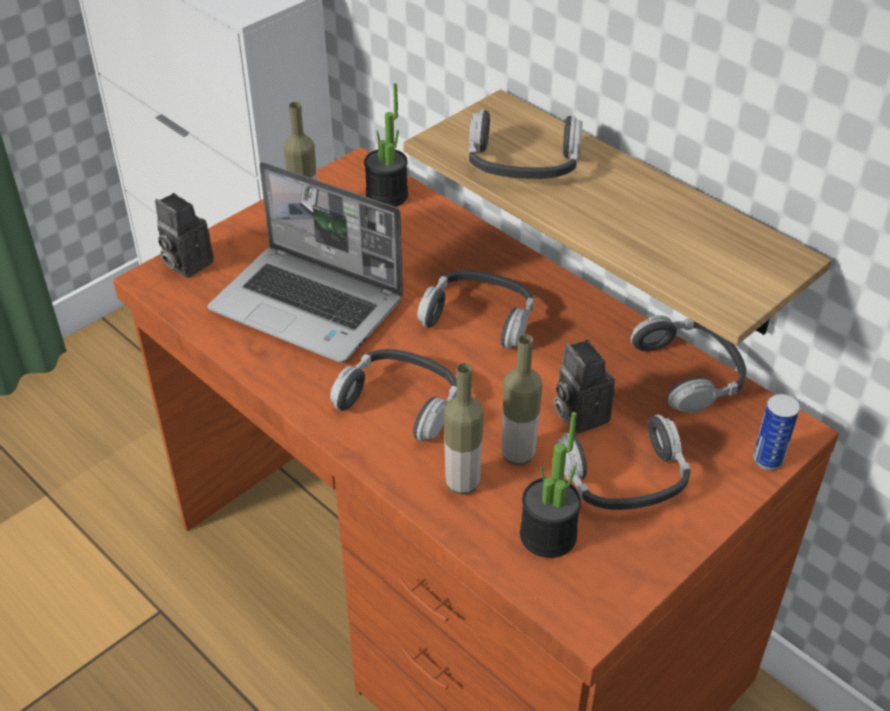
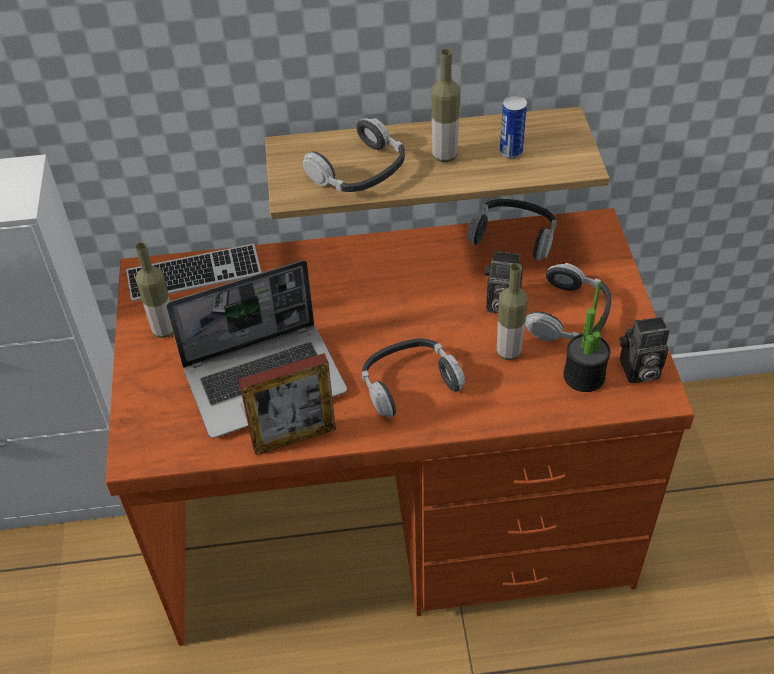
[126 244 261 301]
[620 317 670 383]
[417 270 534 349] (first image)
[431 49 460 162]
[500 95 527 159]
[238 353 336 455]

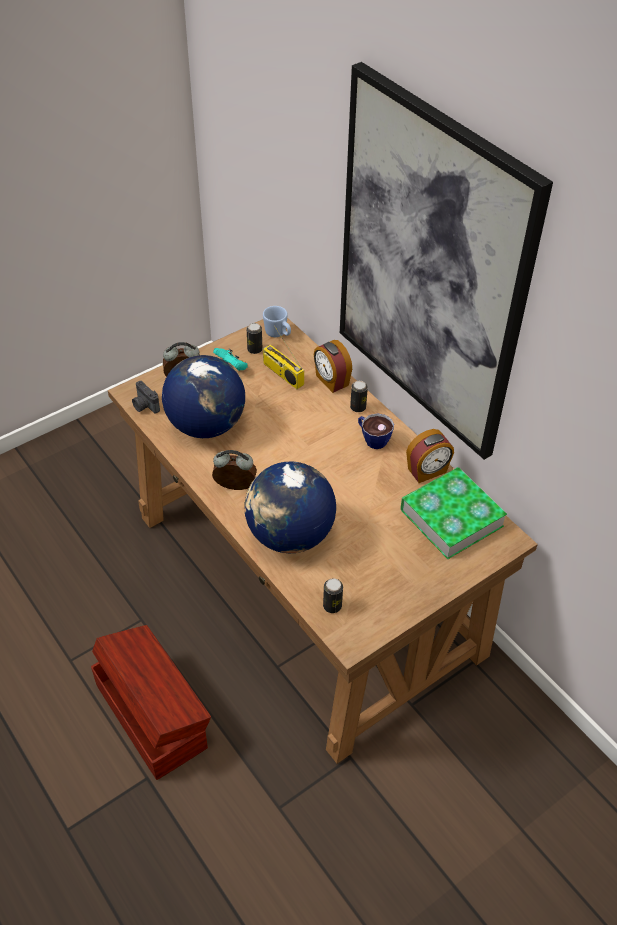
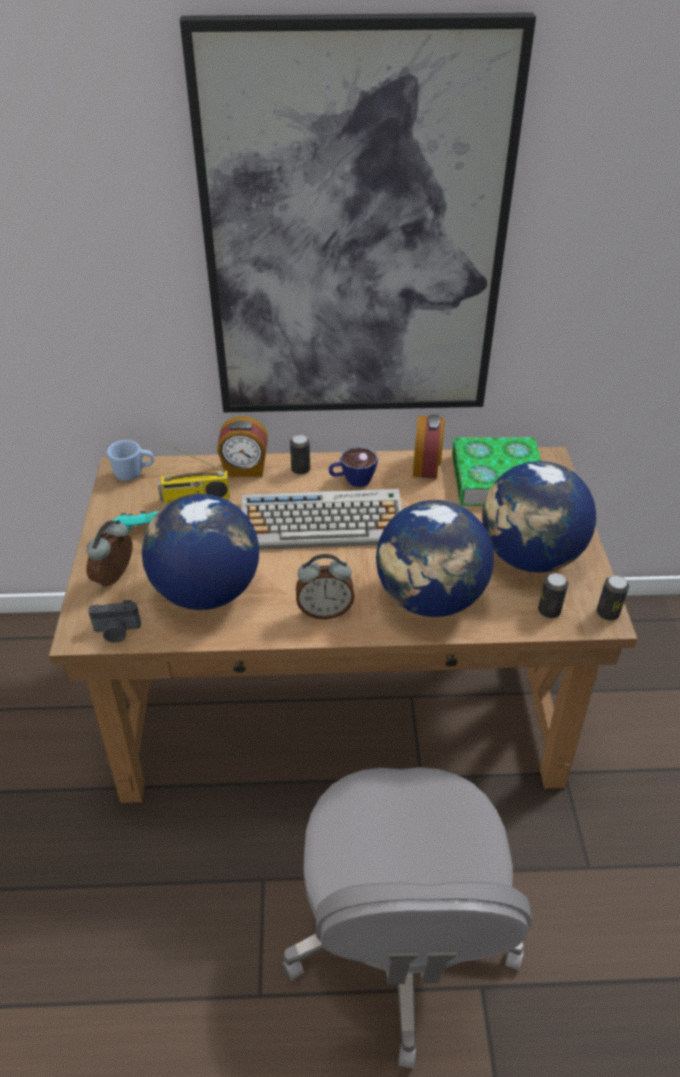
[597 575 629 620]
[296 554 355 620]
[283 767 532 1069]
[482 461 596 573]
[241 489 402 550]

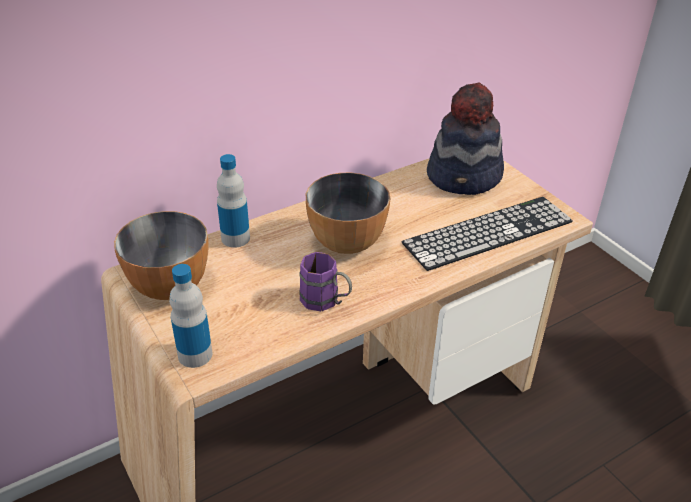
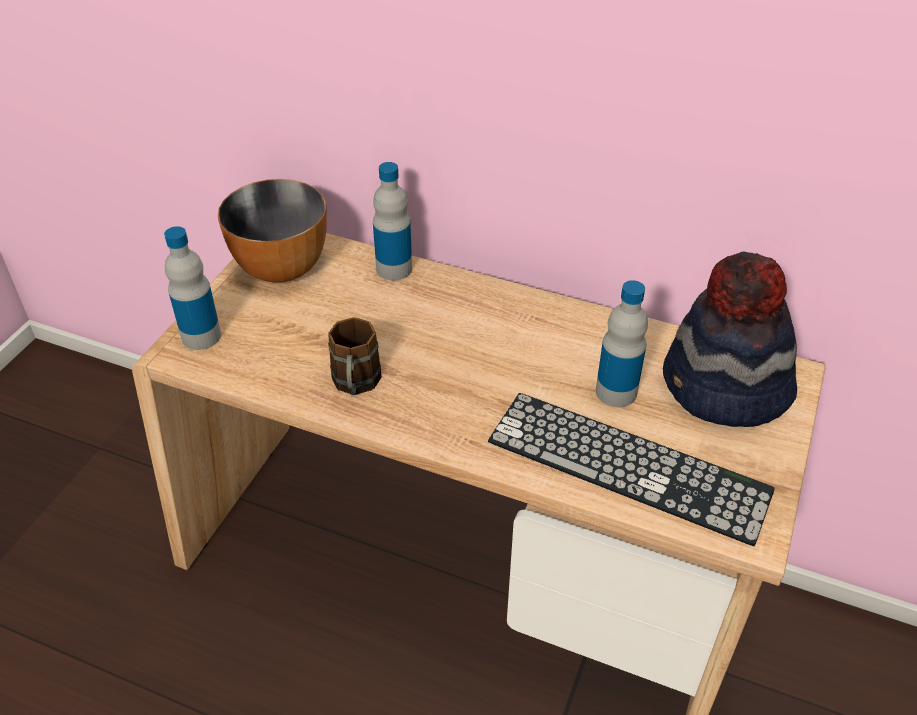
[306 173 390 254] (first image)
[328 317 382 395]
[596 280 648 407]

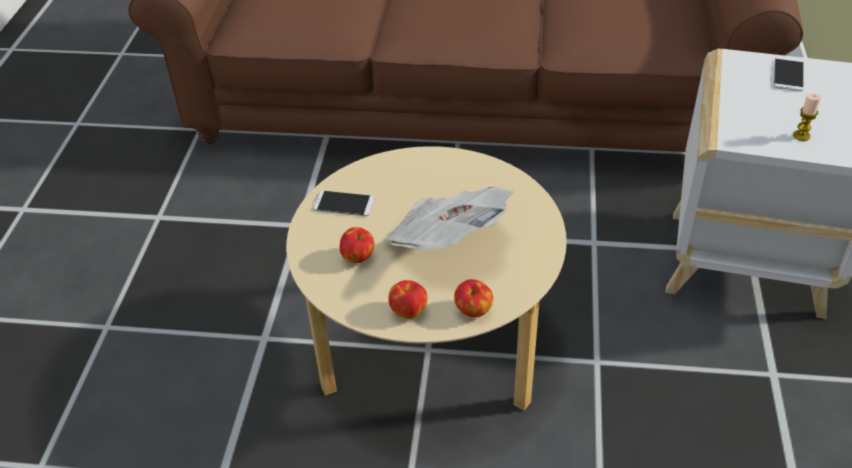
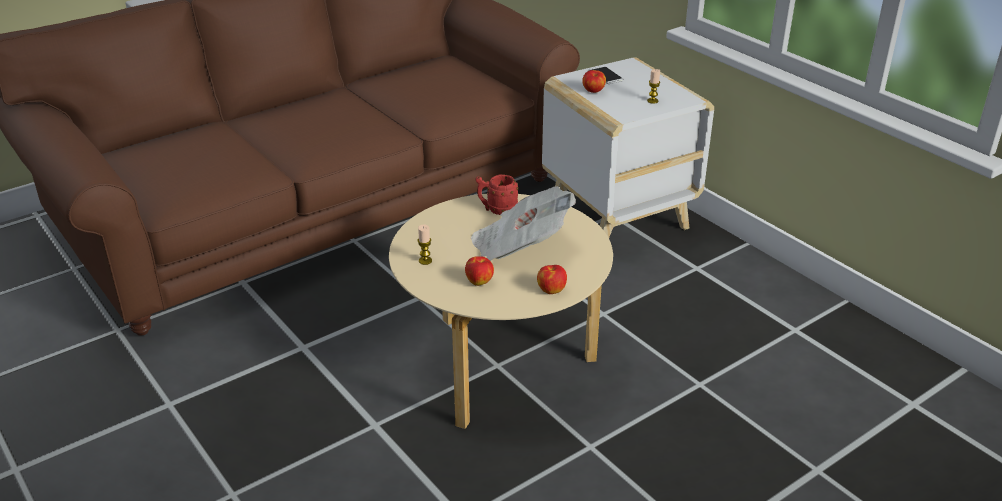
[418 224 432 265]
[582 70 606 93]
[475 174 518 215]

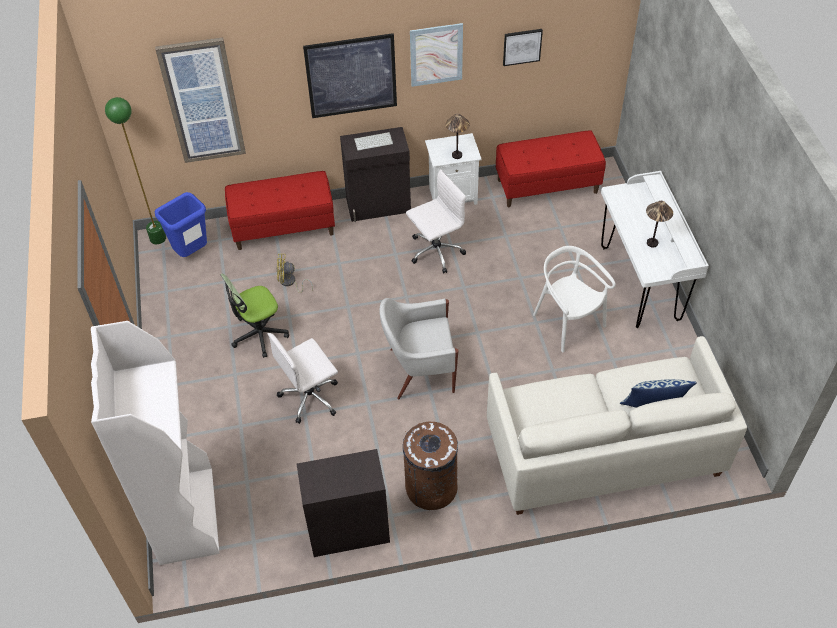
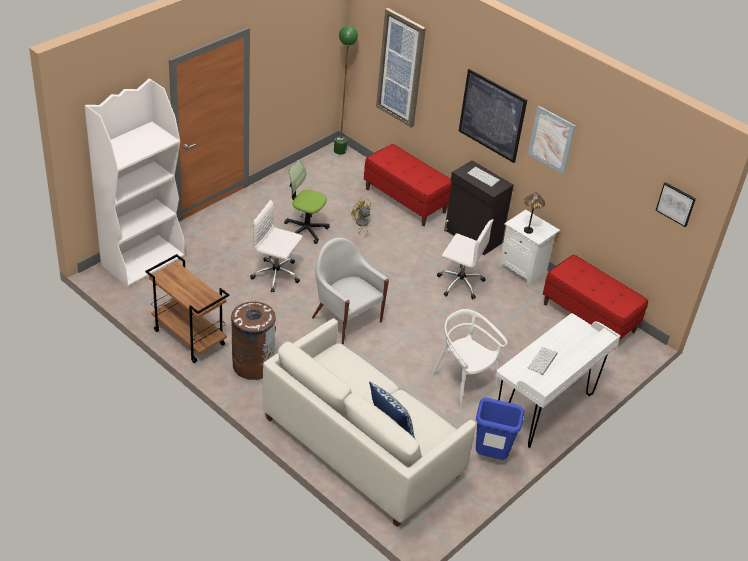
[656 182 696 227]
[476 398 524 460]
[527 347 557 375]
[432 309 508 407]
[145 254 229 363]

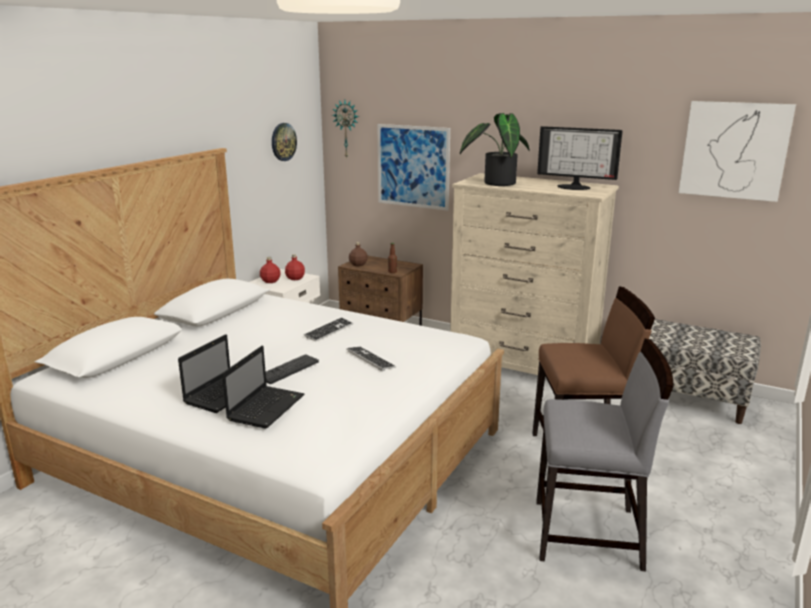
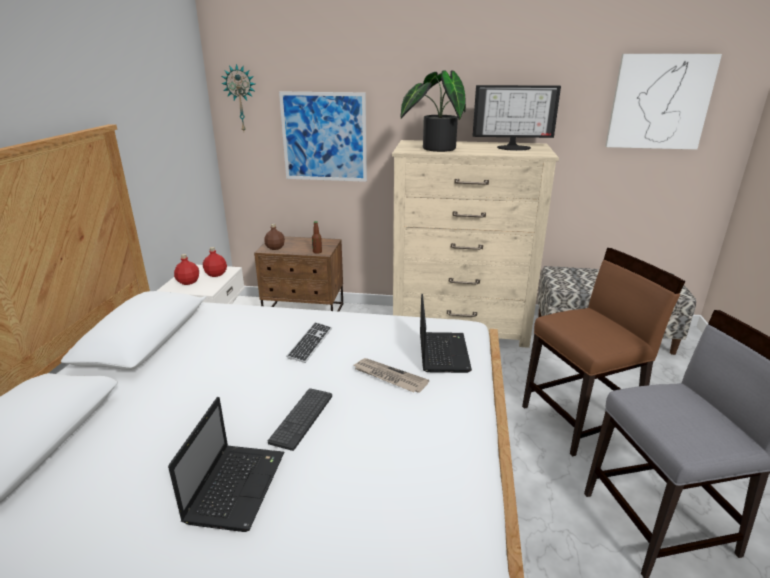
[272 123 297 161] (first image)
[420 294 472 373]
[353 358 429 393]

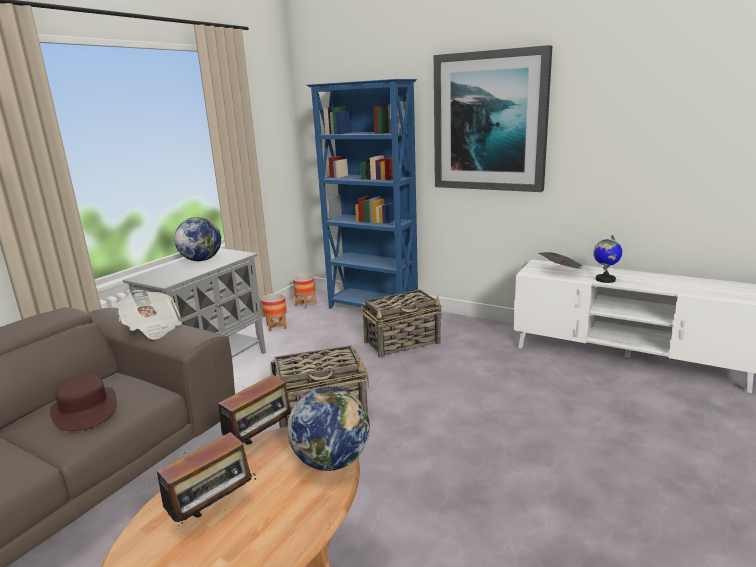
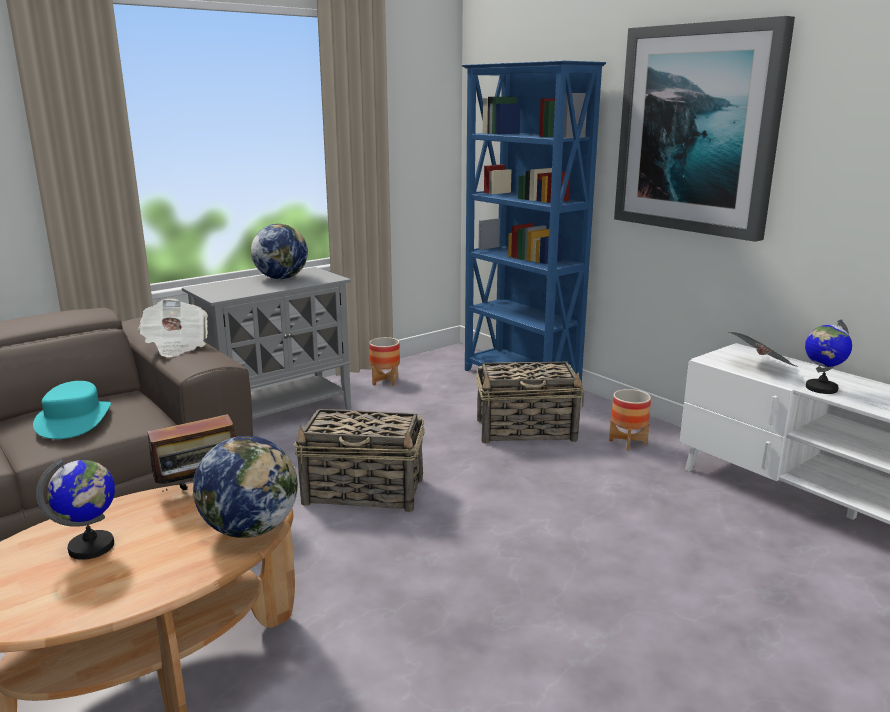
[609 389 651 451]
[33 381 111 439]
[36 459 115 560]

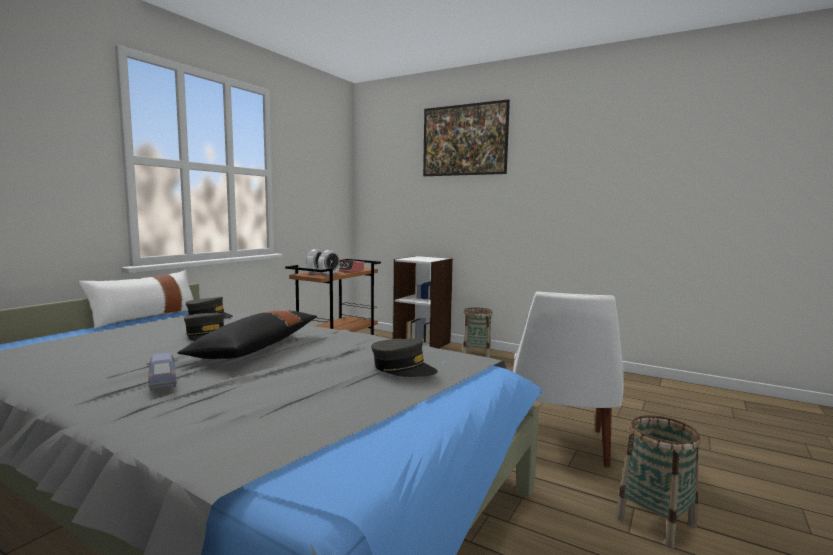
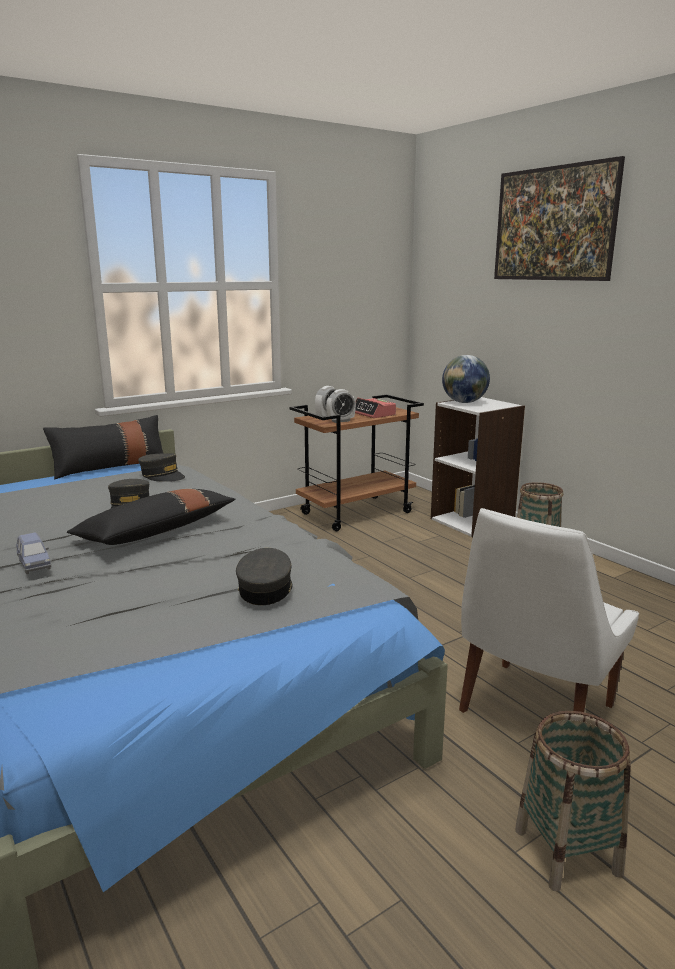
[43 415 164 479]
[236 548 293 605]
[16 533 51 574]
[442 355 490 403]

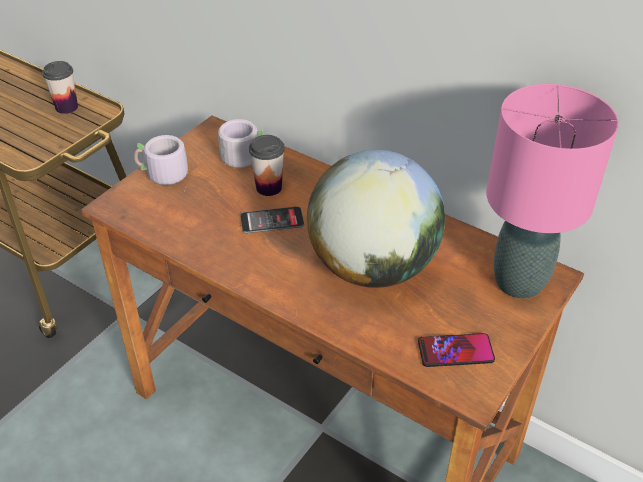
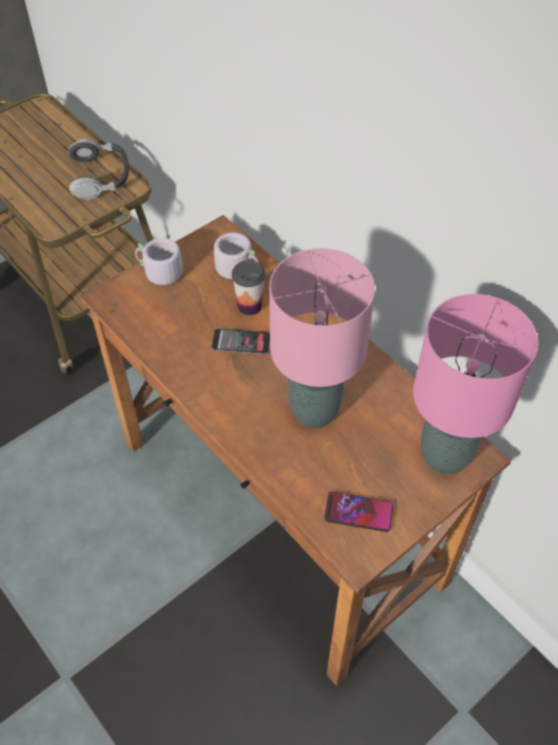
[69 139 129 200]
[269 248 375 428]

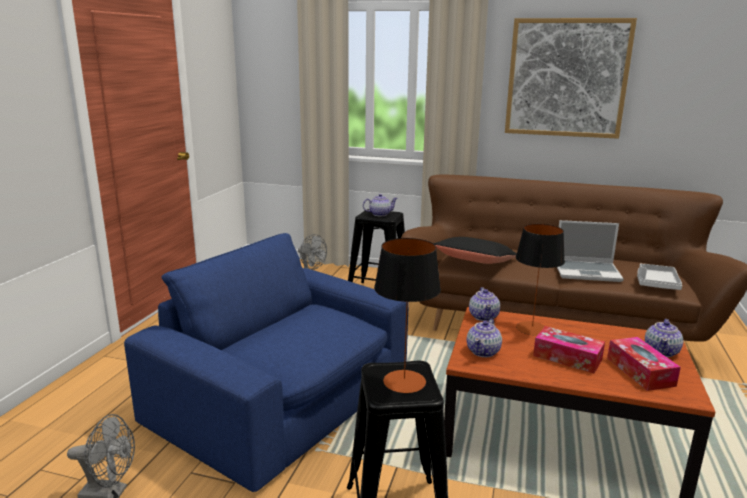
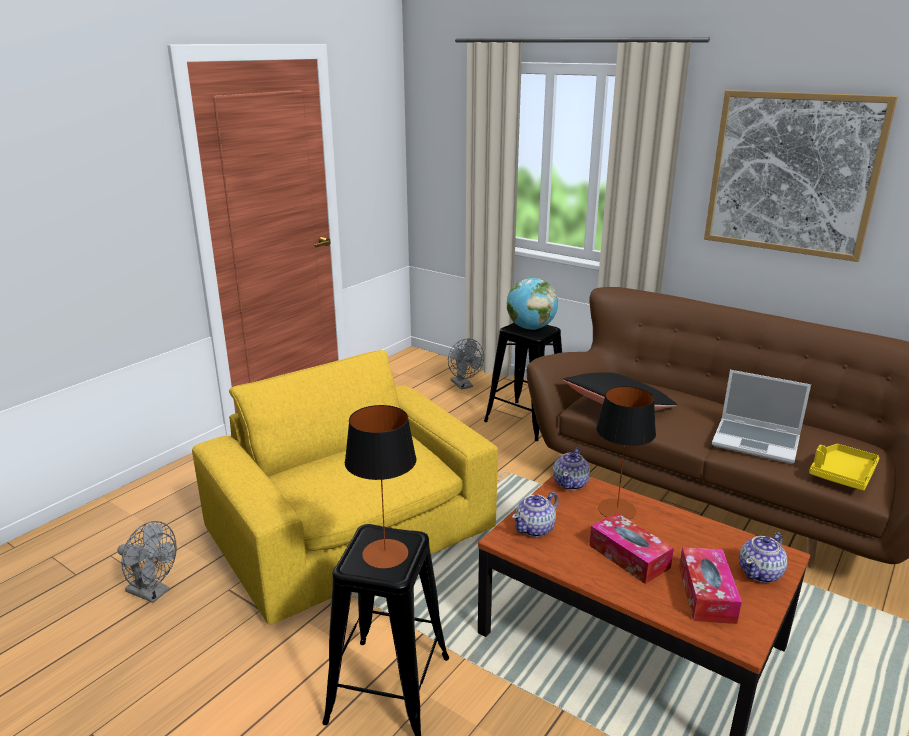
[507 278 558 330]
[192 350 498 625]
[809 444 879 491]

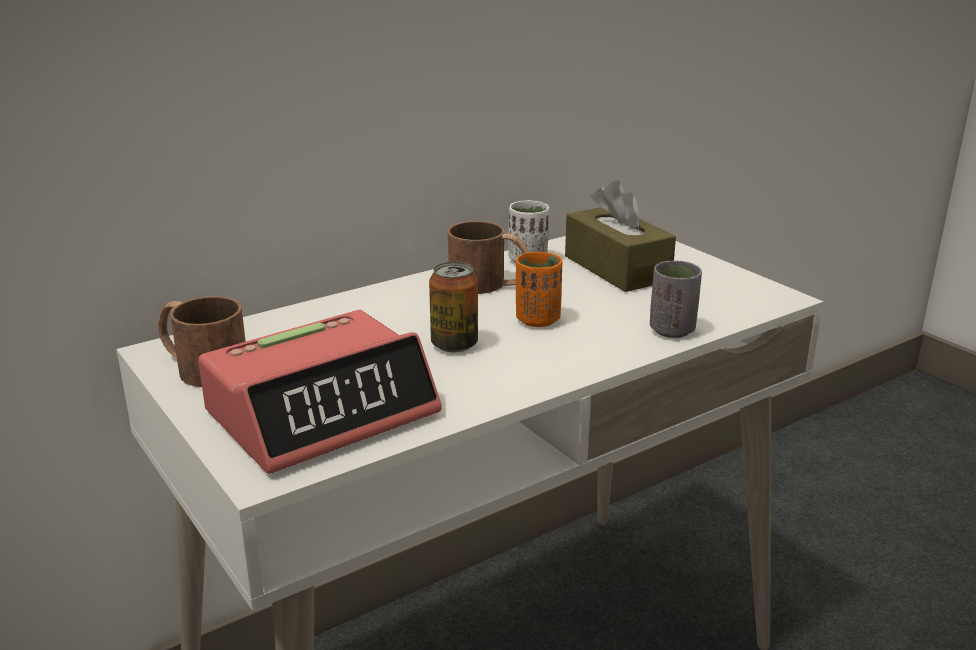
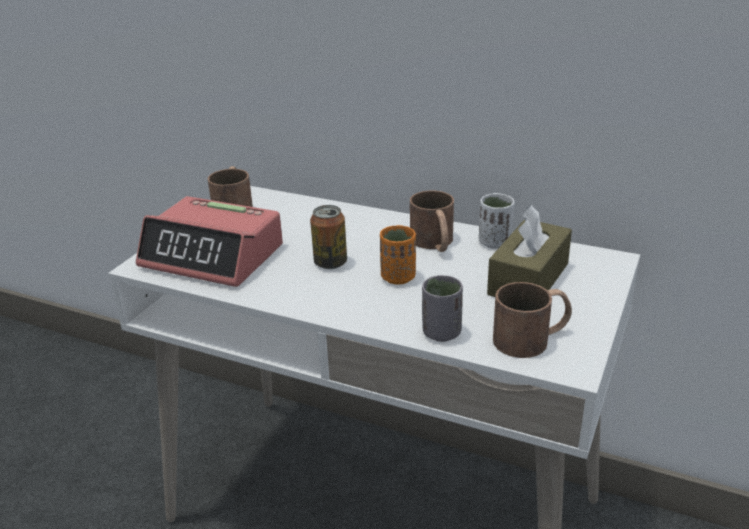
[493 282 572 358]

